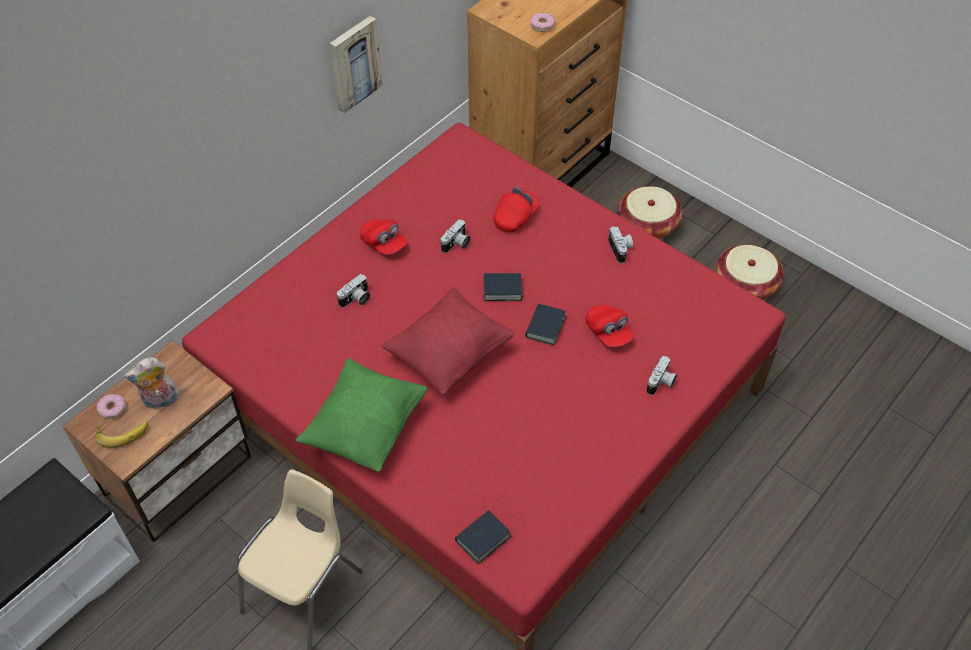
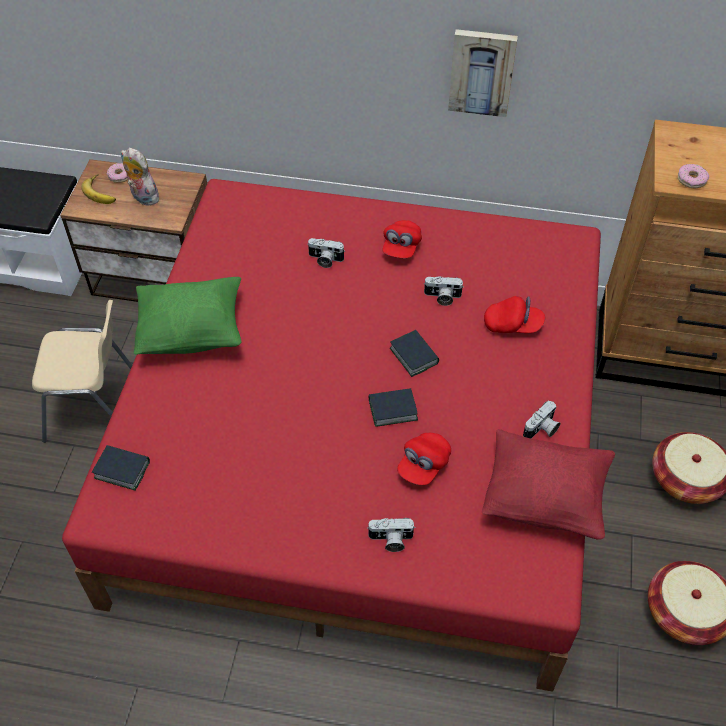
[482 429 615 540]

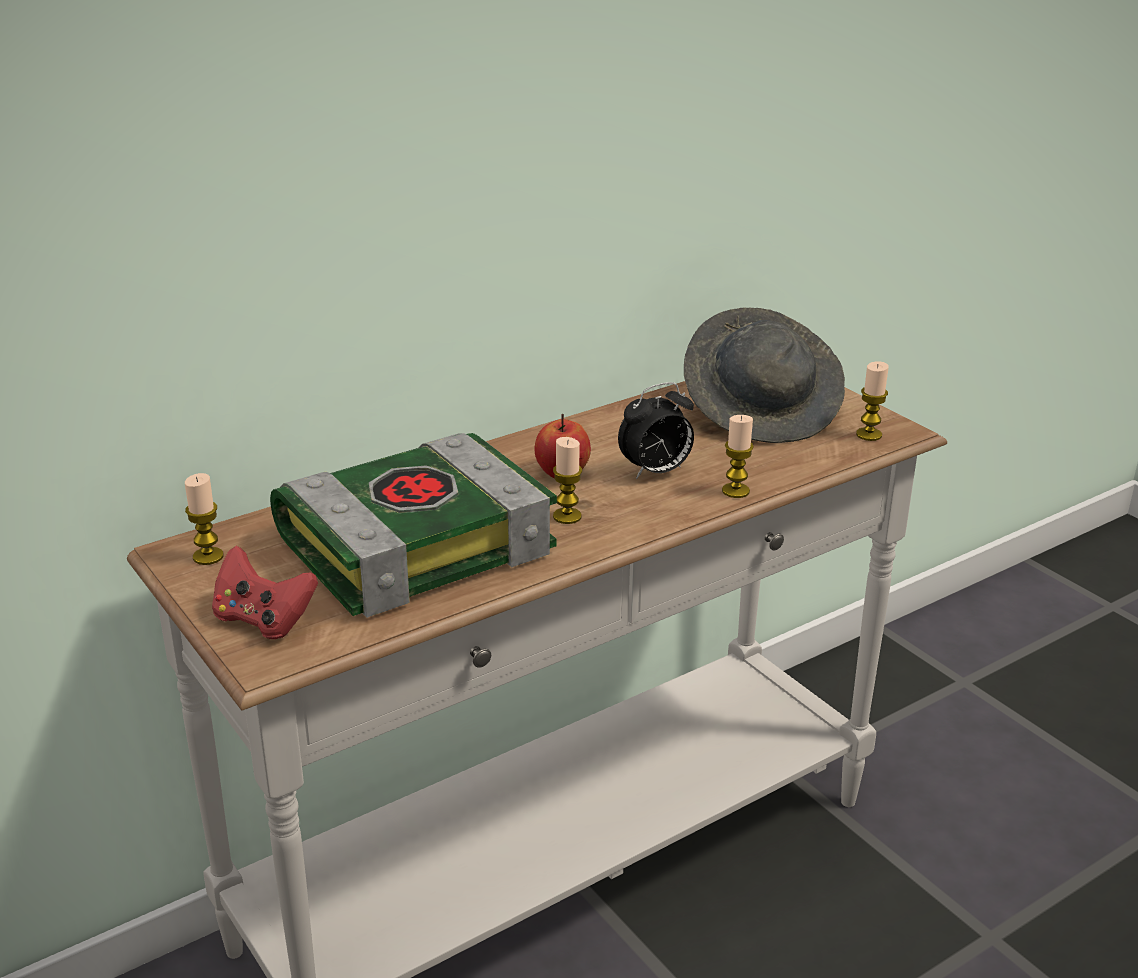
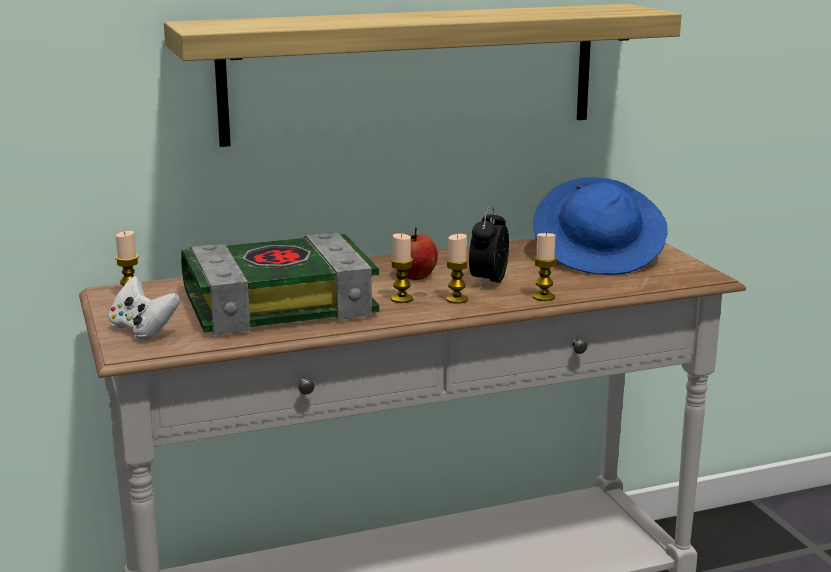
[533 177 667 275]
[446 234 469 304]
[469 206 509 288]
[108 276 180 340]
[164 4 682 147]

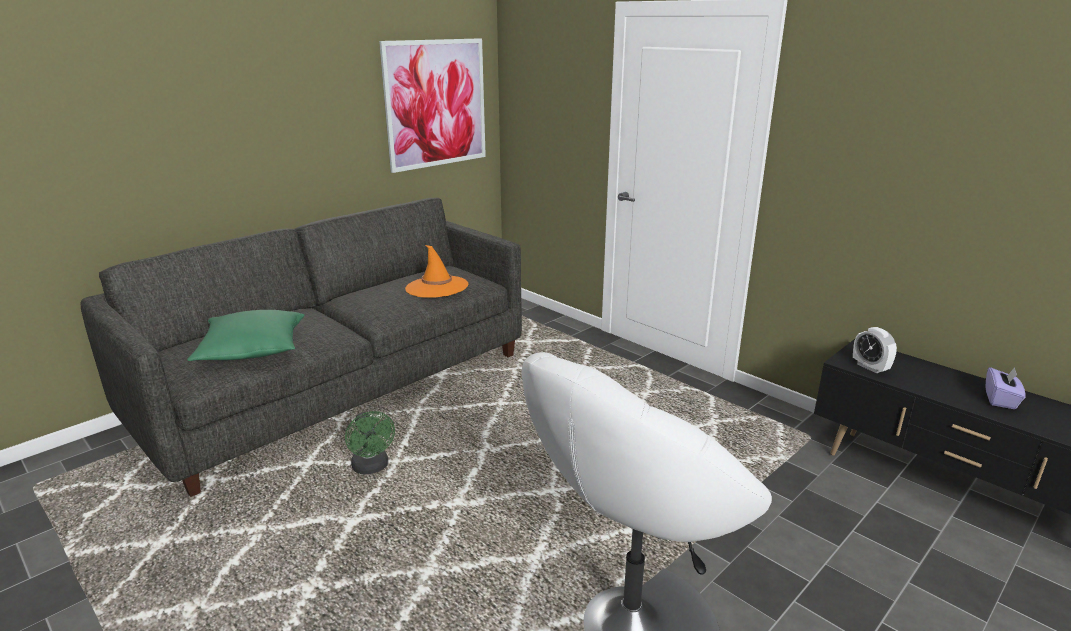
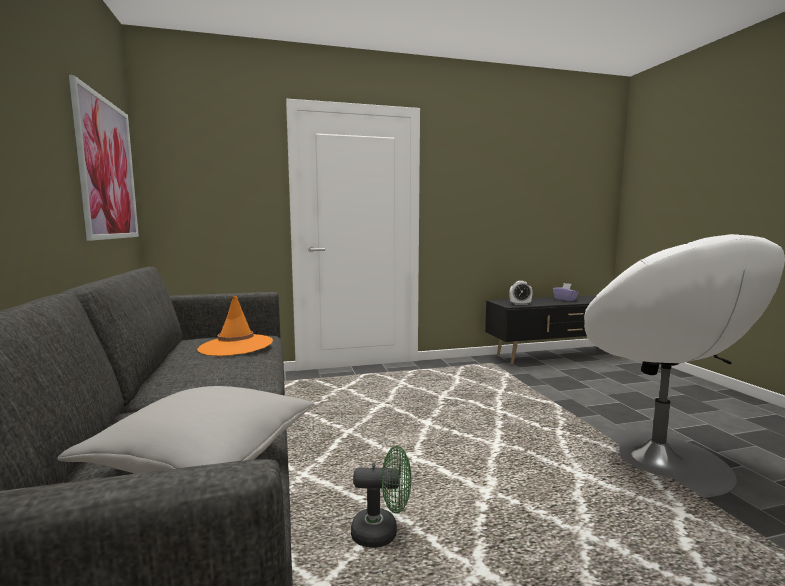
[57 386 316 474]

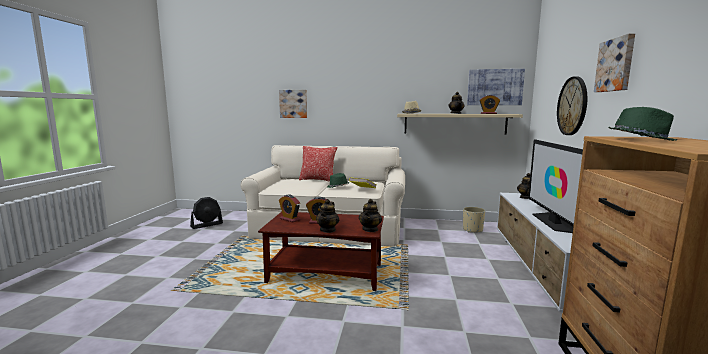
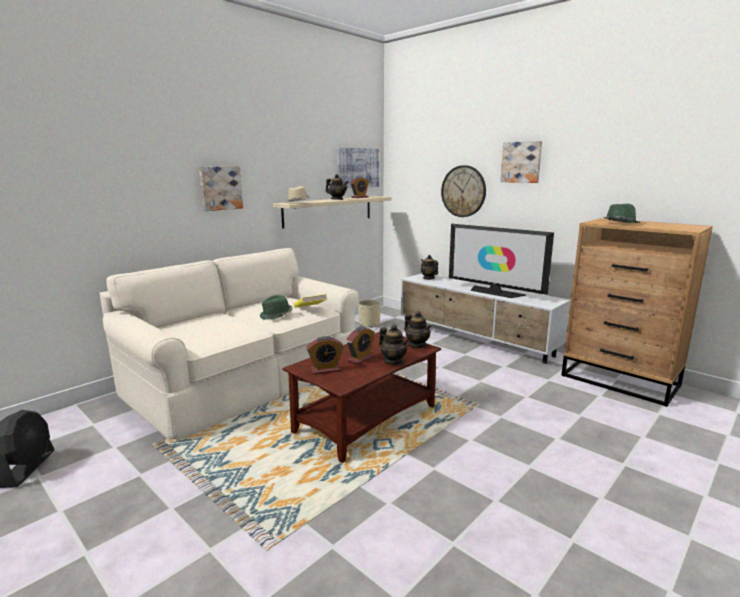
[199 166 243 211]
[299 146 337 182] (first image)

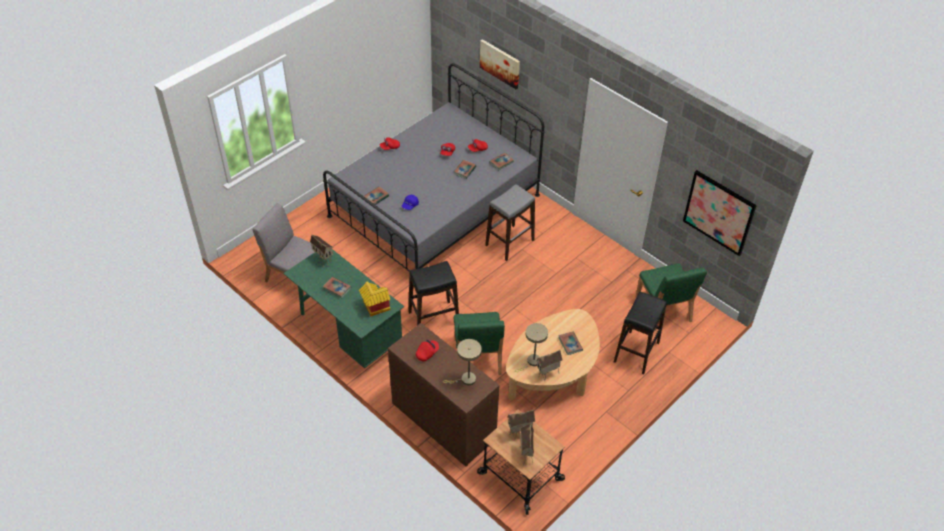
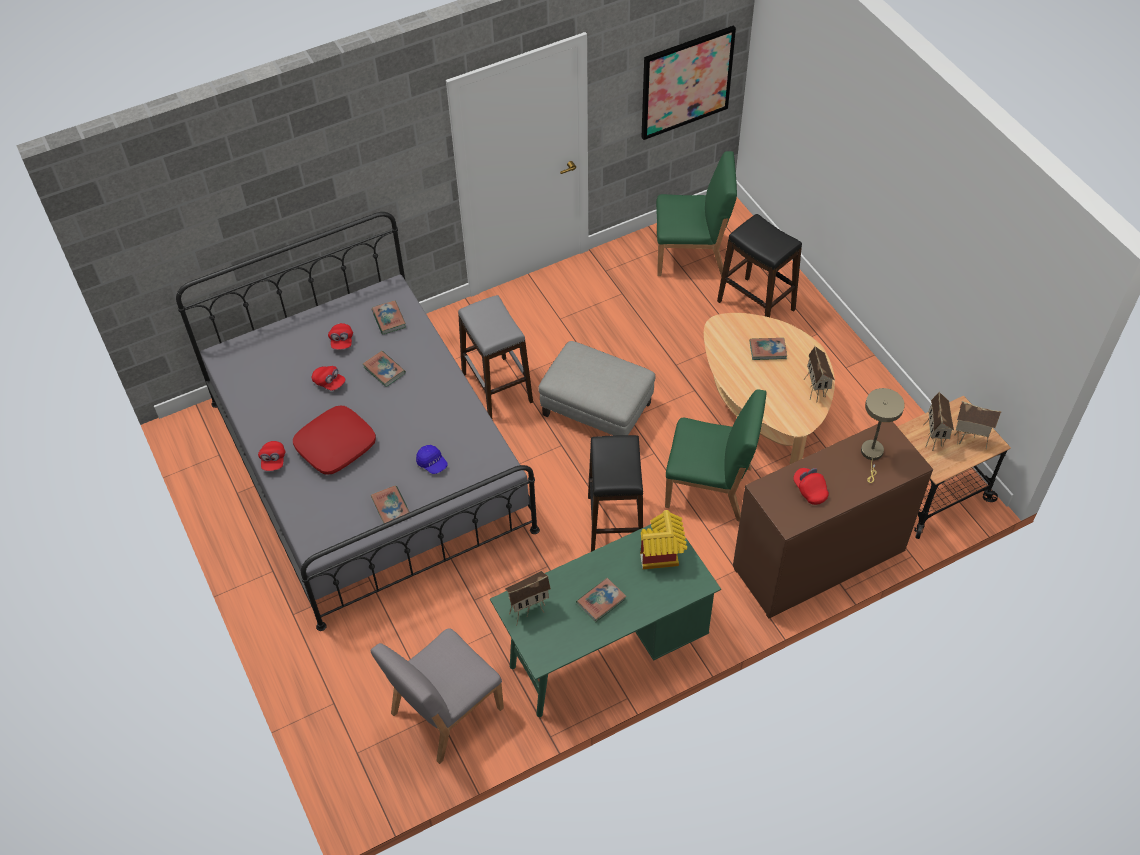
[480 39 520 89] (first image)
[515 323 548 372] (first image)
[538 341 655 435]
[293 406 376 475]

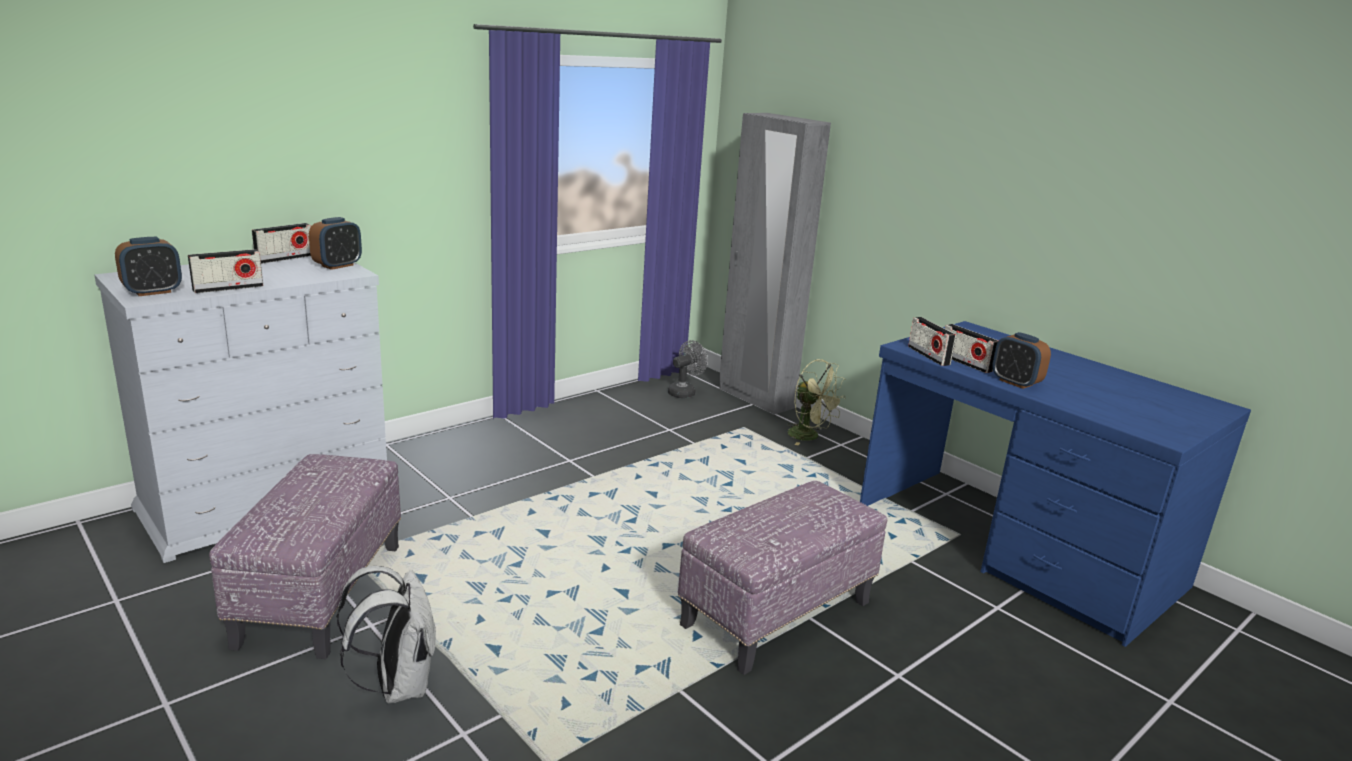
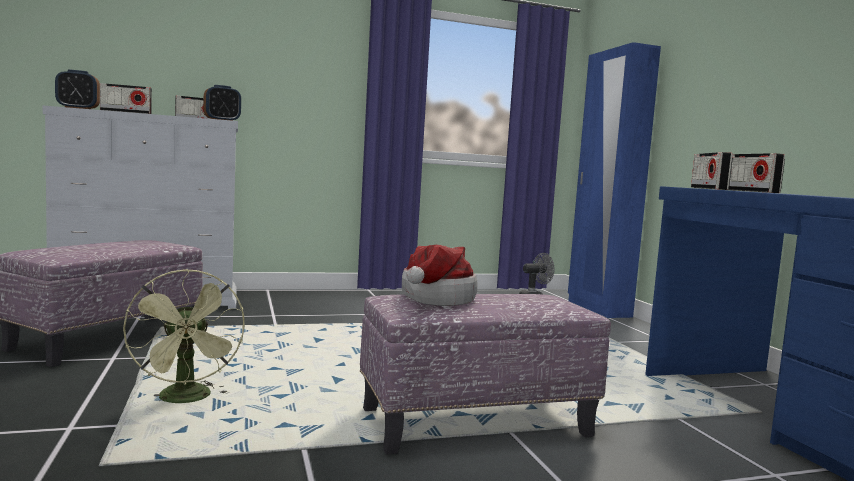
[568 42 661 318]
[992 332 1051 389] (first image)
[123 269 245 403]
[336 566 436 703] (first image)
[402 245 478 306]

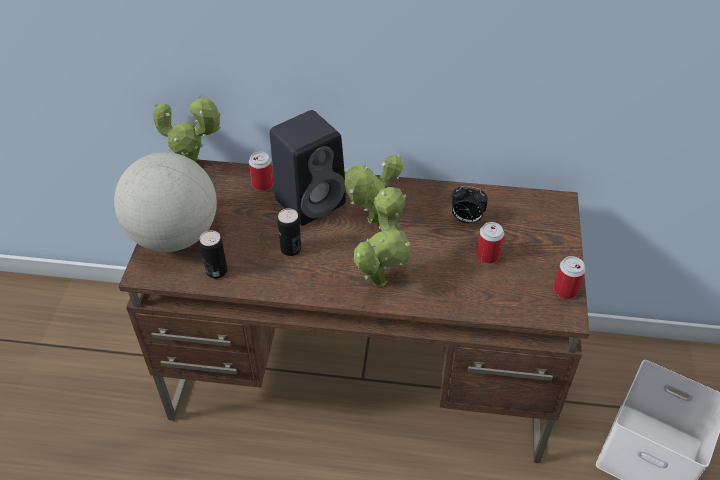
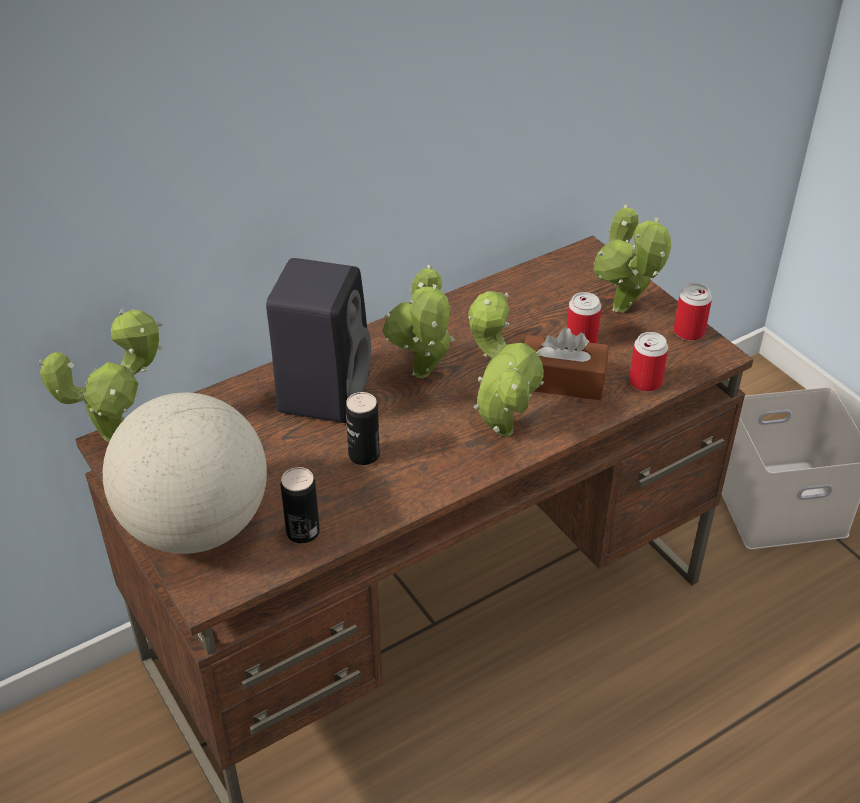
[629 332 668 392]
[452 186 488 223] (first image)
[594 205 671 313]
[524 327 609 400]

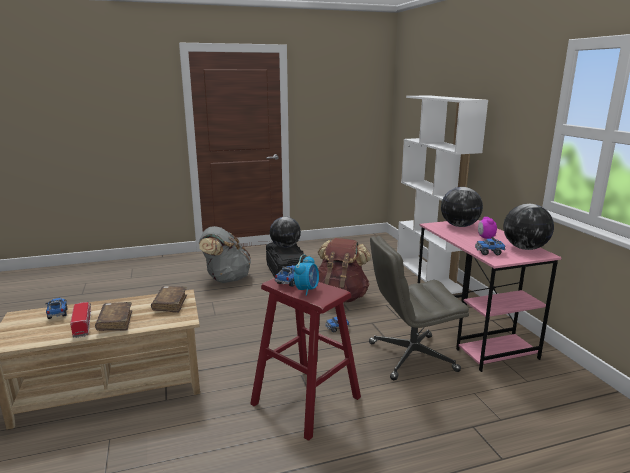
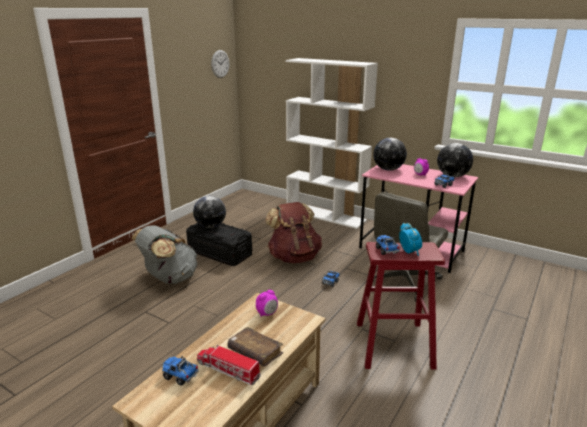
[256 290 278 316]
[211 50 229 78]

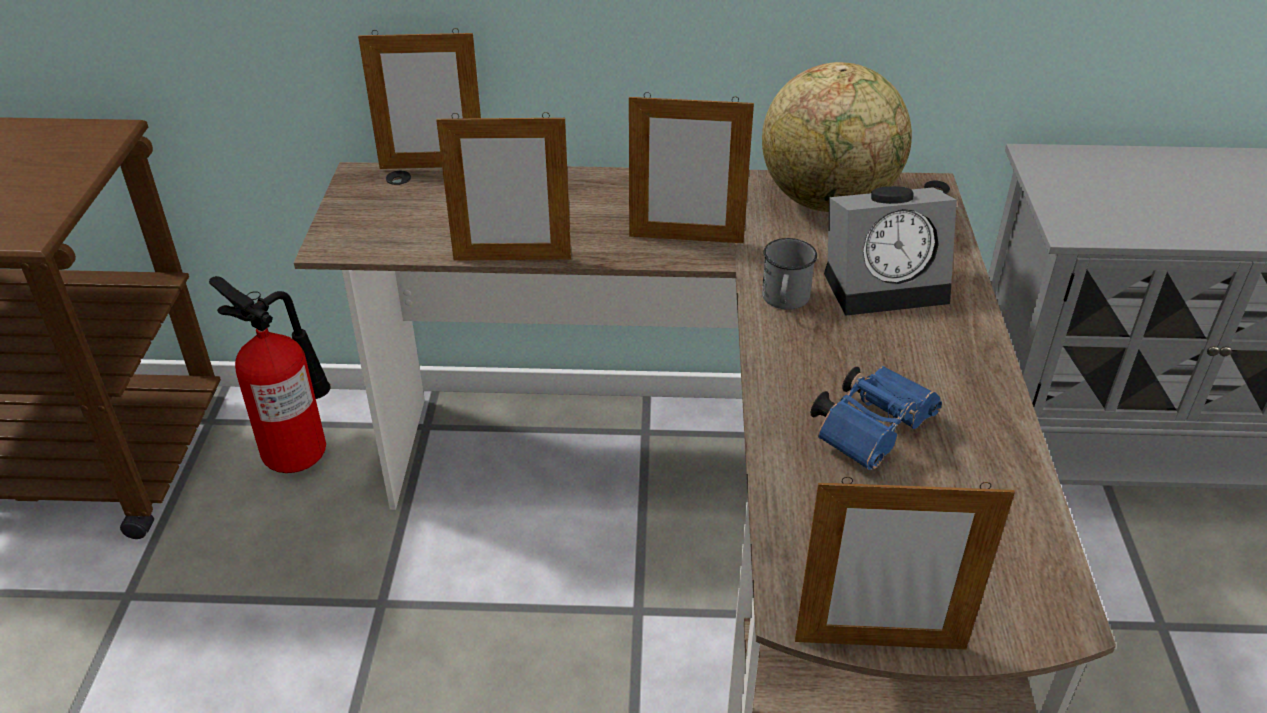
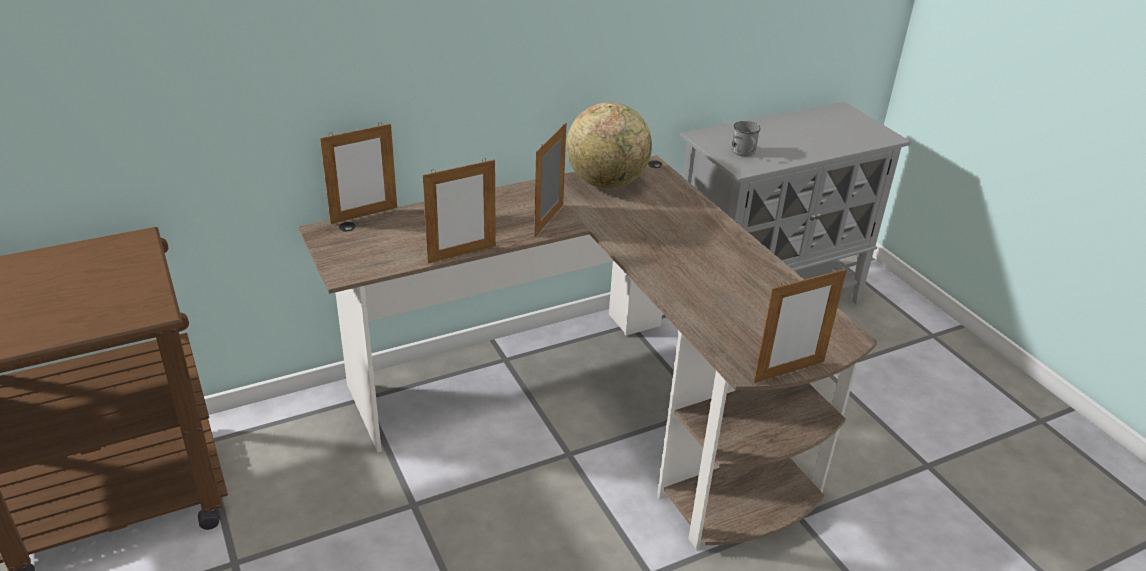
[534 123 567 237]
[824 186 957 316] (first image)
[731 121 761 156]
[209 276 331 473] (first image)
[811 366 942 470] (first image)

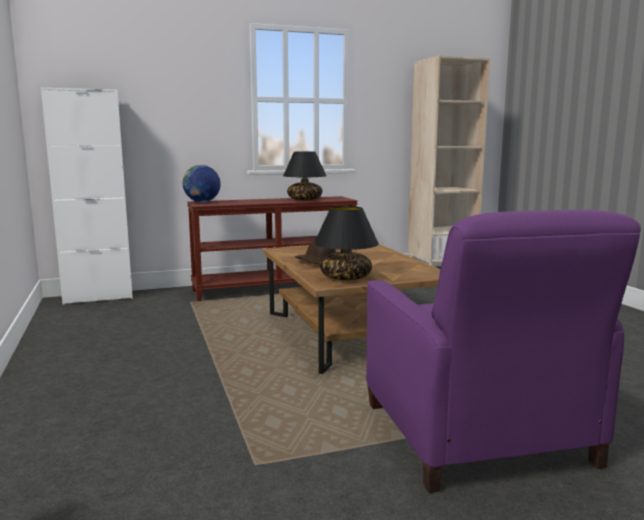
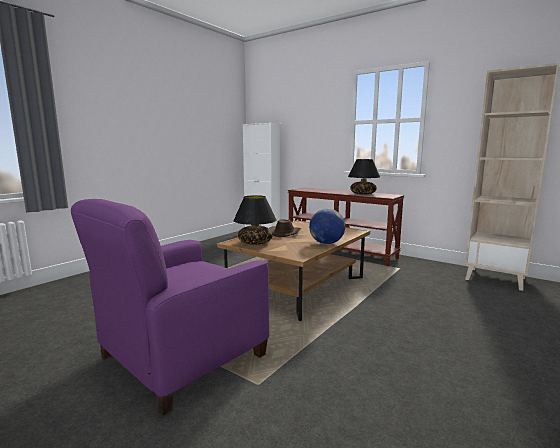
[309 209 345 244]

